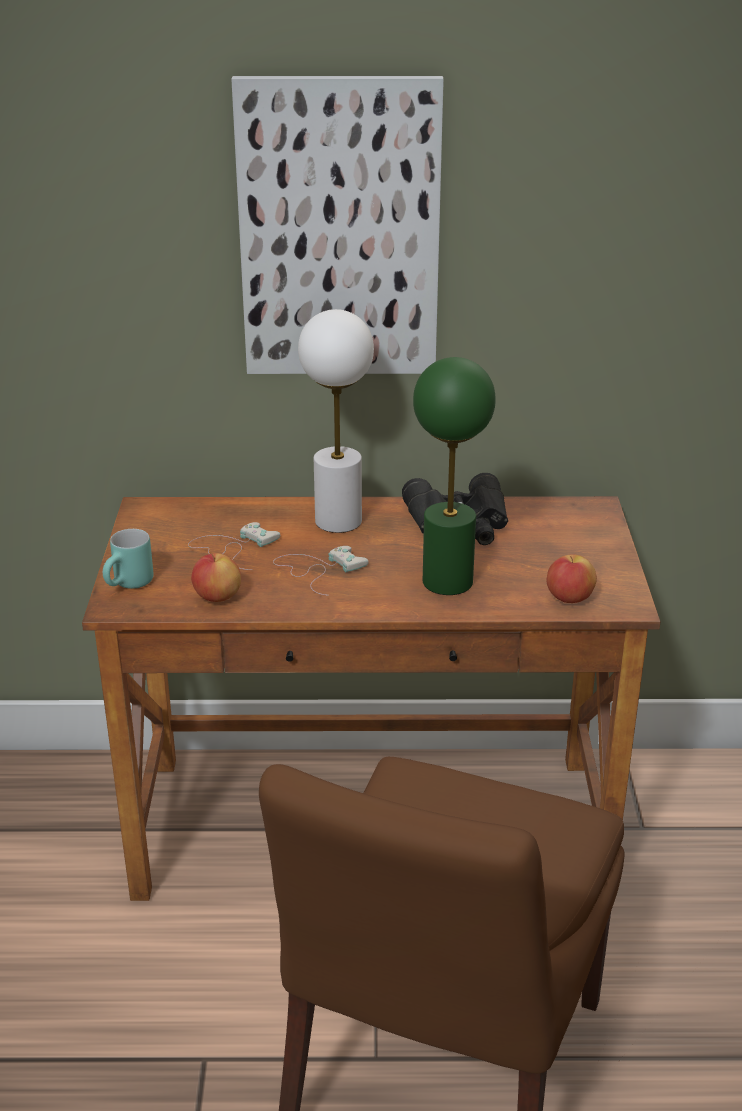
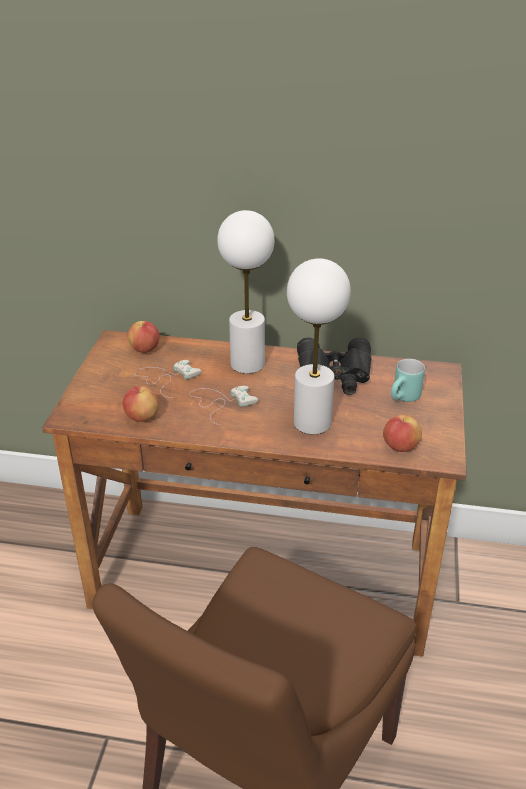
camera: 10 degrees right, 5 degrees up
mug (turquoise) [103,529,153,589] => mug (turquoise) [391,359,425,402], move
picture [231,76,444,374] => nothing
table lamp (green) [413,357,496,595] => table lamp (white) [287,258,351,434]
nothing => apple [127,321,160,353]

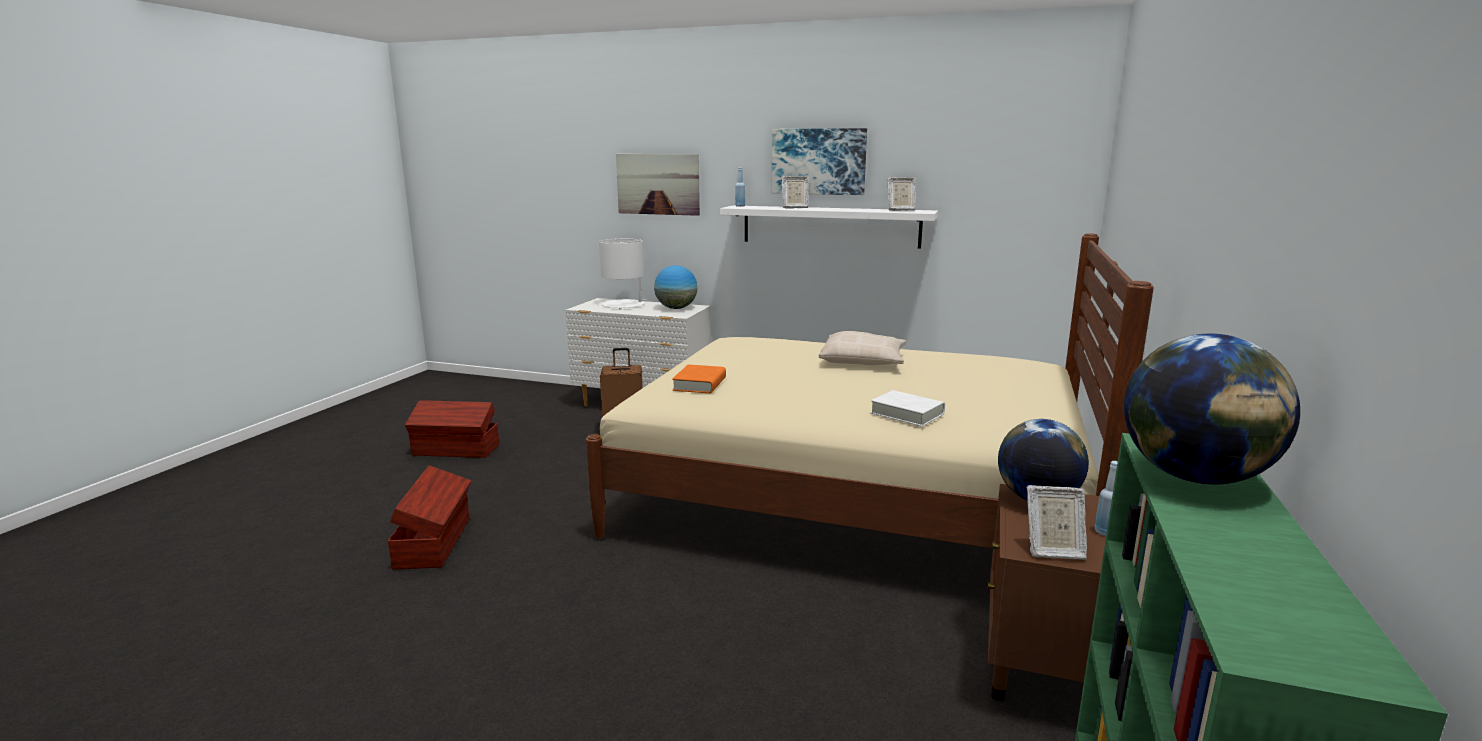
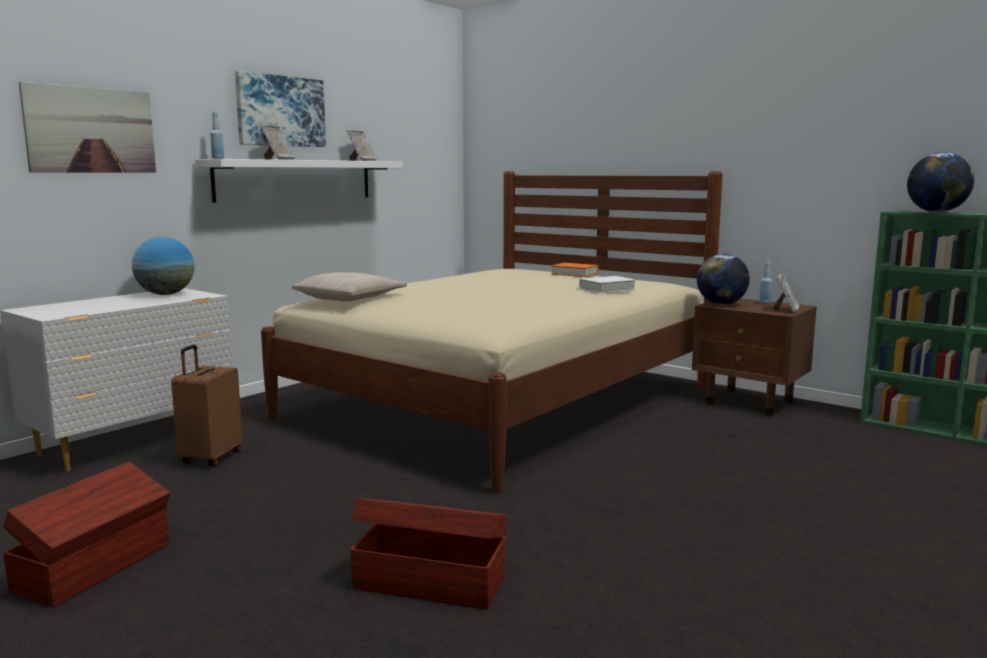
camera: 70 degrees left, 5 degrees down
table lamp (white) [599,239,648,310] => nothing
book (orange) [672,364,726,393] => book (orange) [551,263,599,277], move
pillow (beige) [819,331,906,365] => pillow (beige) [292,272,407,302], move

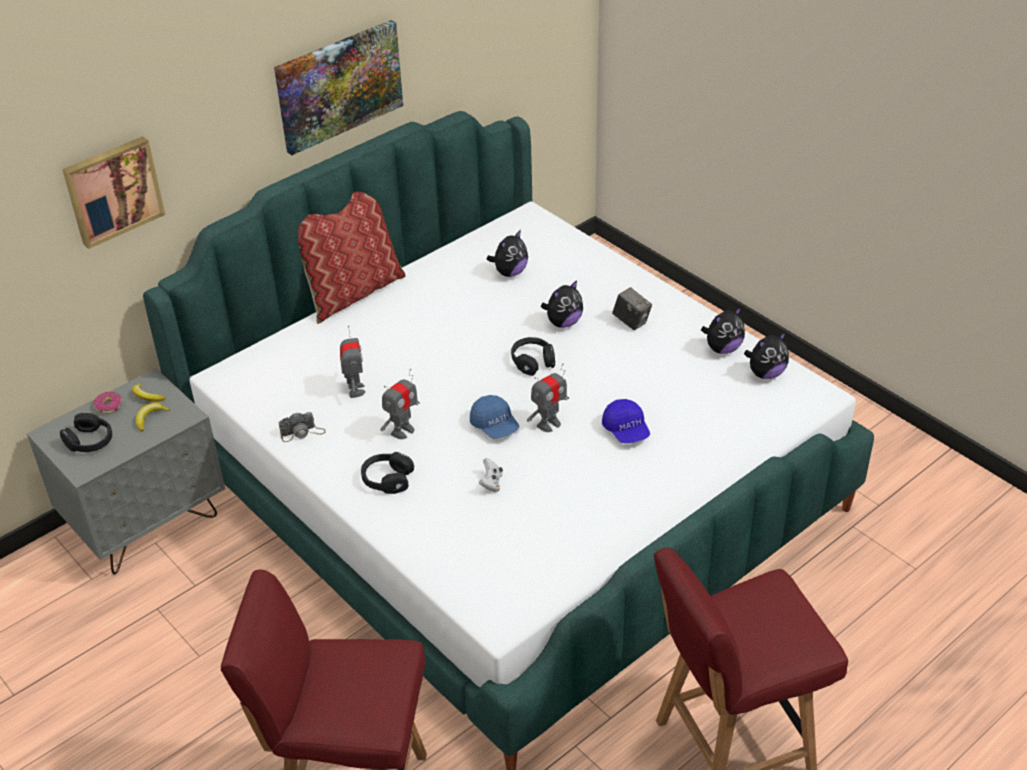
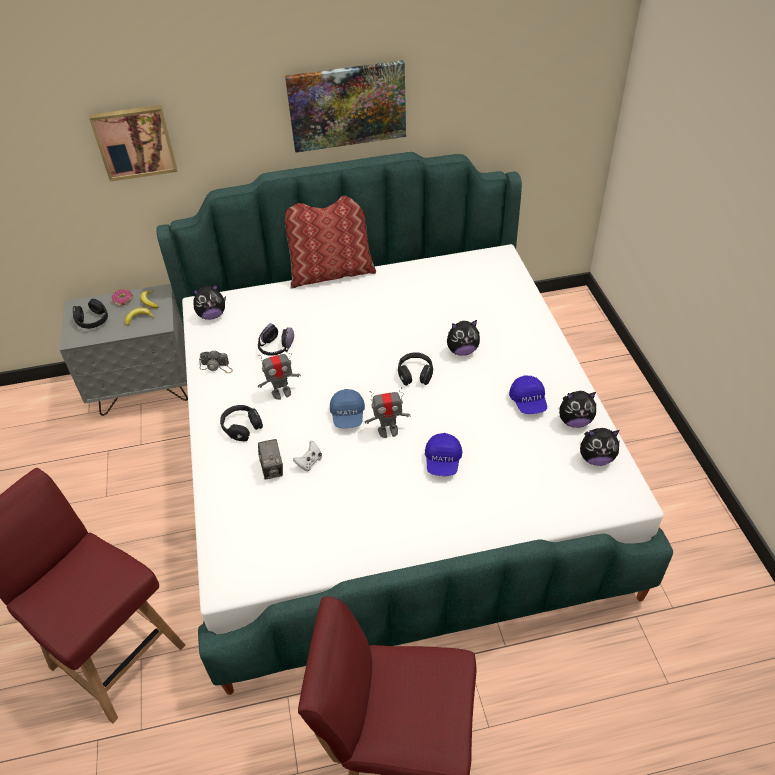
camera: 30 degrees right, 5 degrees up
toy robot [340,326,366,398] => headphones [258,323,294,356]
plush toy [487,230,528,277] => plush toy [193,284,226,320], move
photo camera [612,288,652,330] => photo camera [258,439,283,480], move
nothing => cap (blue) [509,375,547,414]

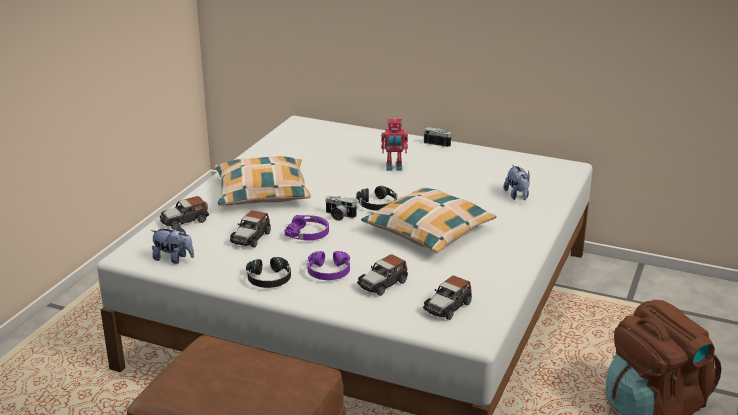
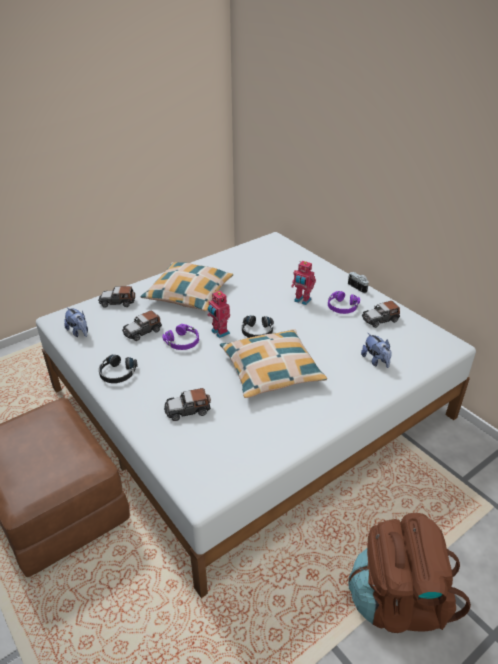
camera: 30 degrees right, 10 degrees up
headphones (purple) [307,251,350,280] => headphones (purple) [328,291,360,314], move
photo camera [325,196,356,221] => toy robot [208,290,230,338]
toy car [423,276,472,320] => toy car [362,301,400,328], move
plush toy [504,165,530,200] => plush toy [361,333,392,368], 45 degrees counterclockwise

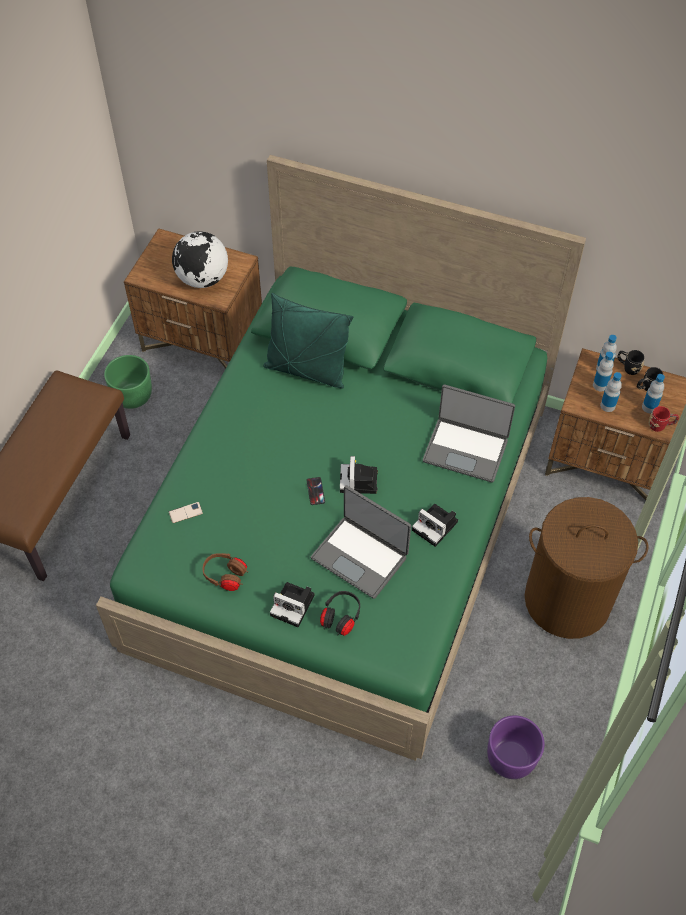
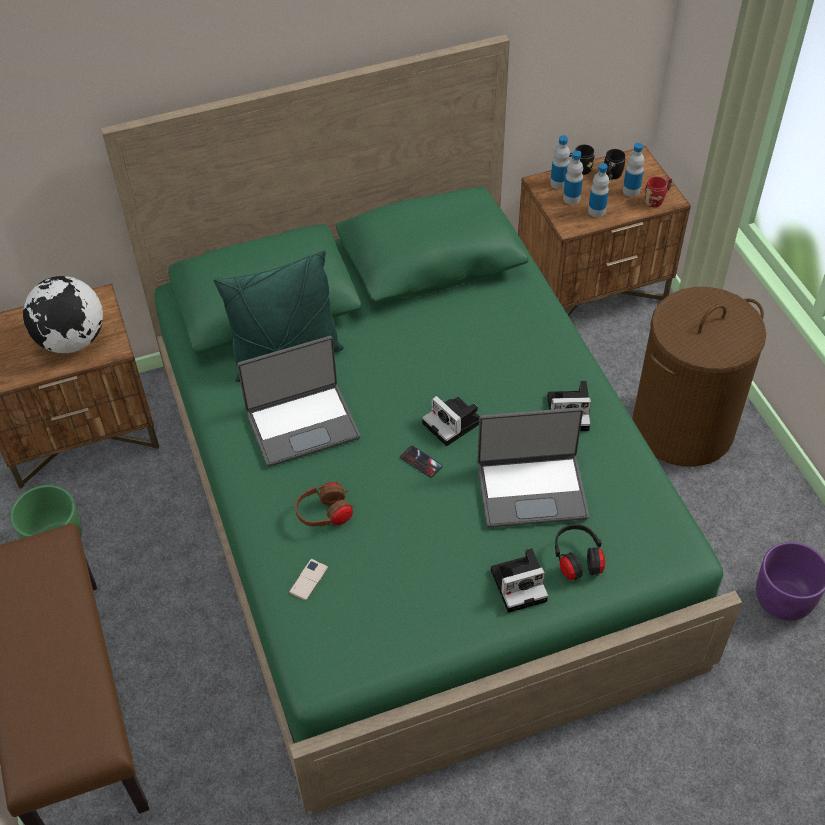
camera: 40 degrees left, 5 degrees down
headphones (brown) [202,553,248,591] => headphones (brown) [295,483,355,527], move
laptop [423,384,515,482] => laptop [237,336,360,467], move

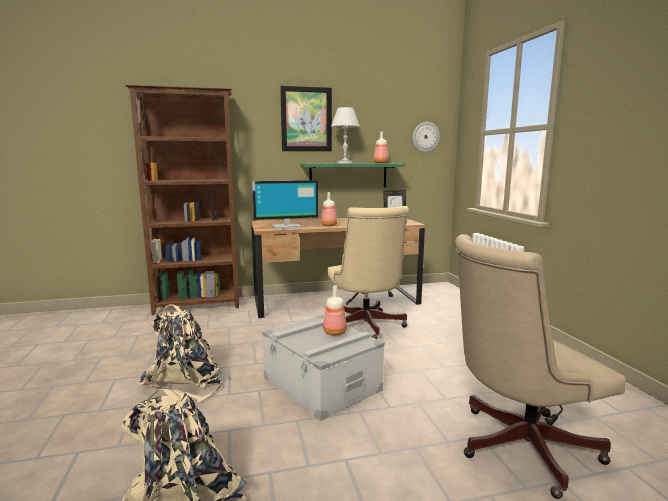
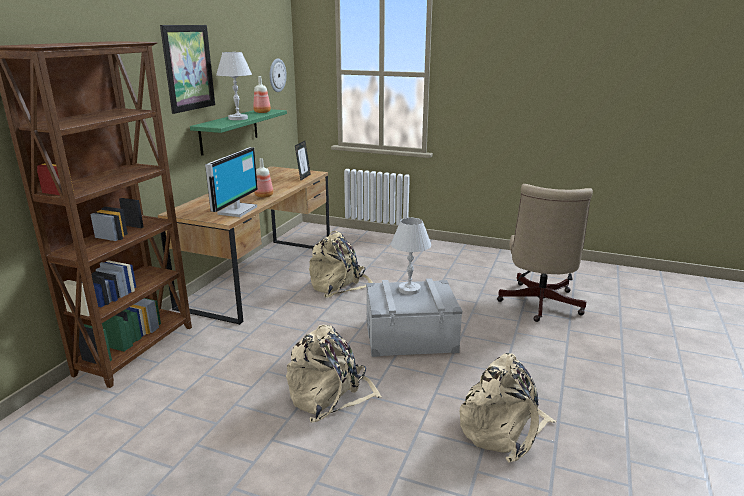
camera: 55 degrees left, 10 degrees up
bottle [323,286,347,335] => table lamp (white) [391,218,431,295]
office chair (beige) [328,206,409,339] => backpack (beige) [309,231,373,298]

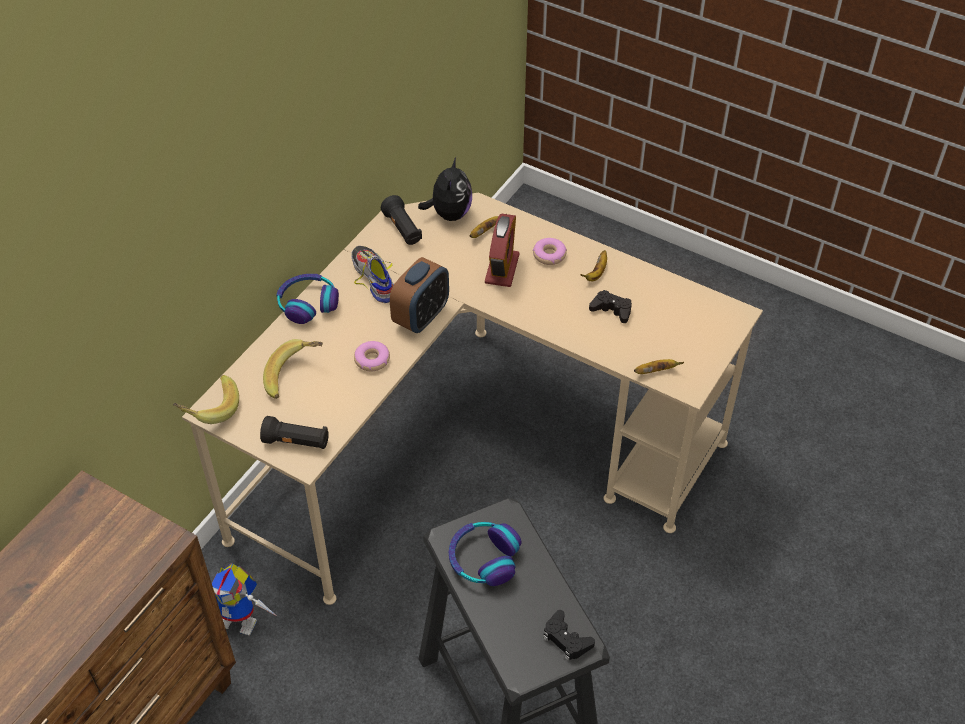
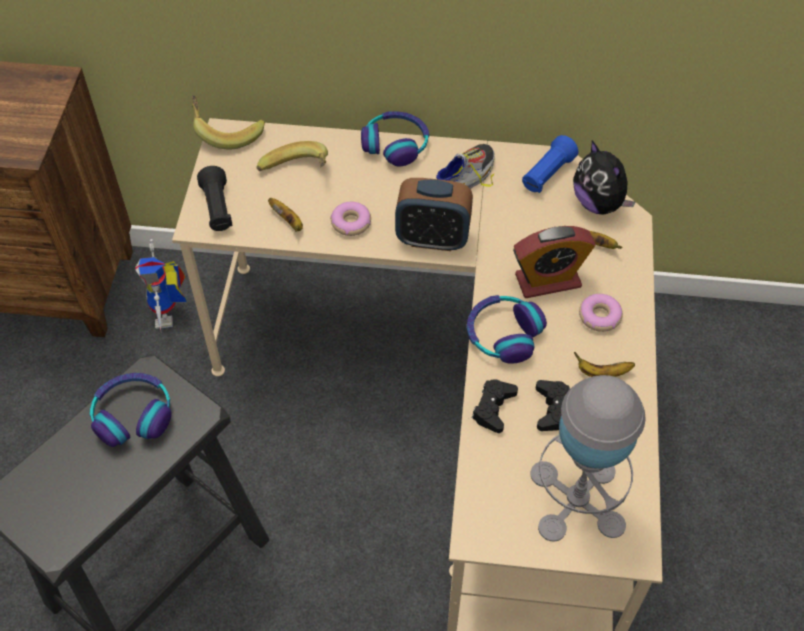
camera: 65 degrees right, 5 degrees up
flashlight (black) [381,195,422,245] => flashlight (blue) [522,135,578,193]
plush toy [418,157,472,221] => plush toy [573,140,635,215], 75 degrees clockwise
game controller (black) [543,610,595,661] => game controller (black) [472,379,518,433], move
banana [634,359,684,374] => banana [268,198,303,231], move
nothing => headphones [467,295,547,364]
nothing => table lamp (grey) [530,375,646,542]

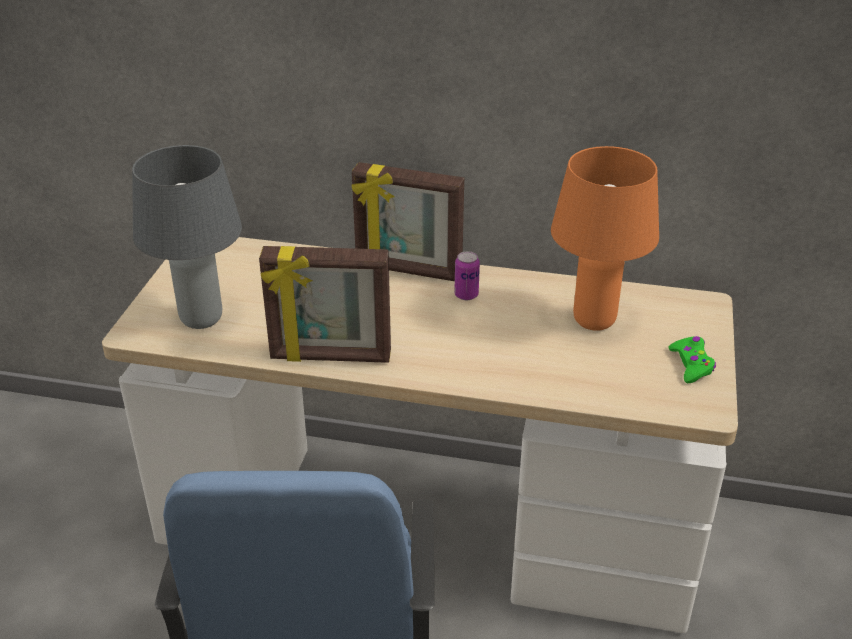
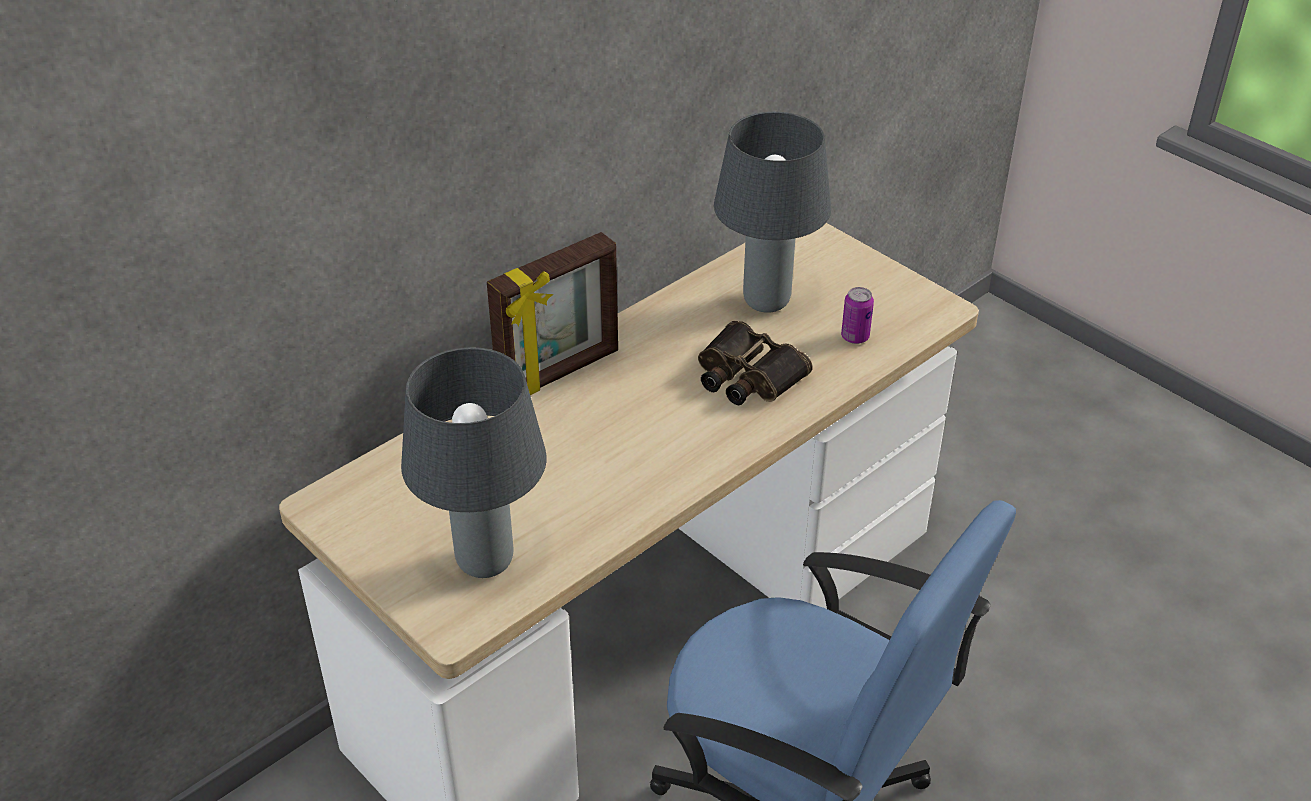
camera: 55 degrees left, 5 degrees up
picture frame [259,246,391,363] => nothing
can [454,251,480,300] => can [841,287,874,344], move
table lamp (orange) [551,146,659,331] => table lamp (grey) [714,112,831,313]
game controller (green) [669,336,716,383] => nothing
nothing => binoculars [698,321,813,405]

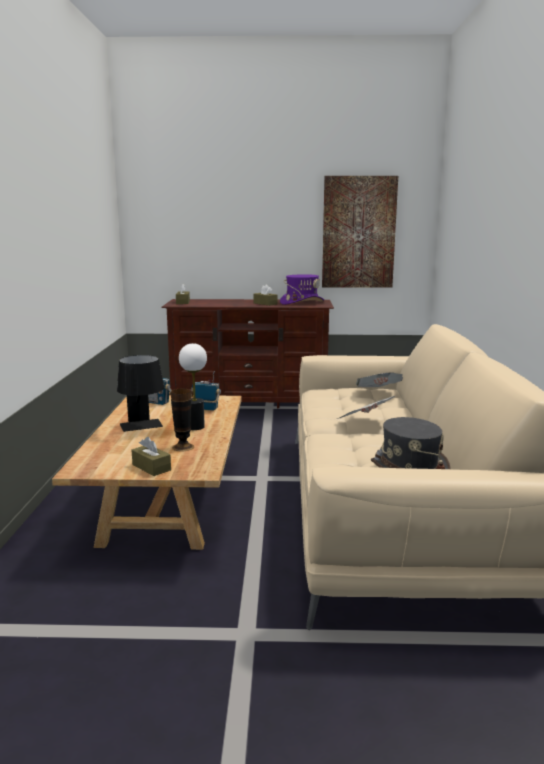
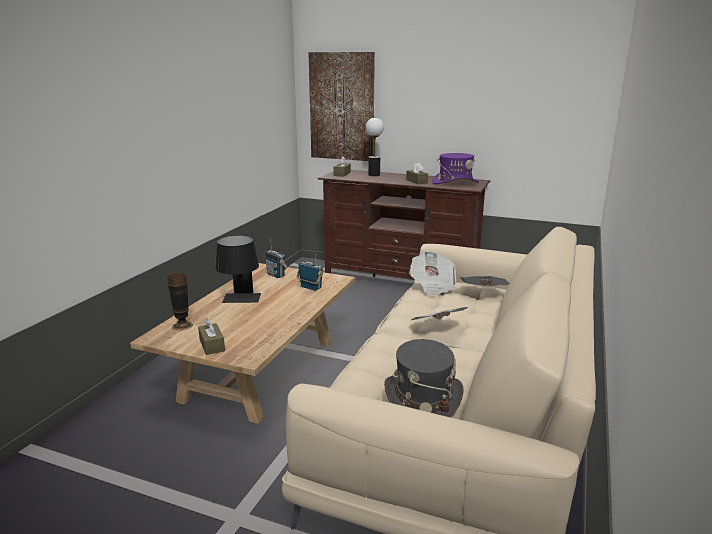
camera: 20 degrees right, 5 degrees up
vase [171,389,194,451] => vase [167,273,193,330], move
table lamp [179,343,207,430] => table lamp [366,118,384,176], move
picture [322,176,398,288] => picture [308,52,375,161], move
nothing => newspaper [409,251,456,296]

